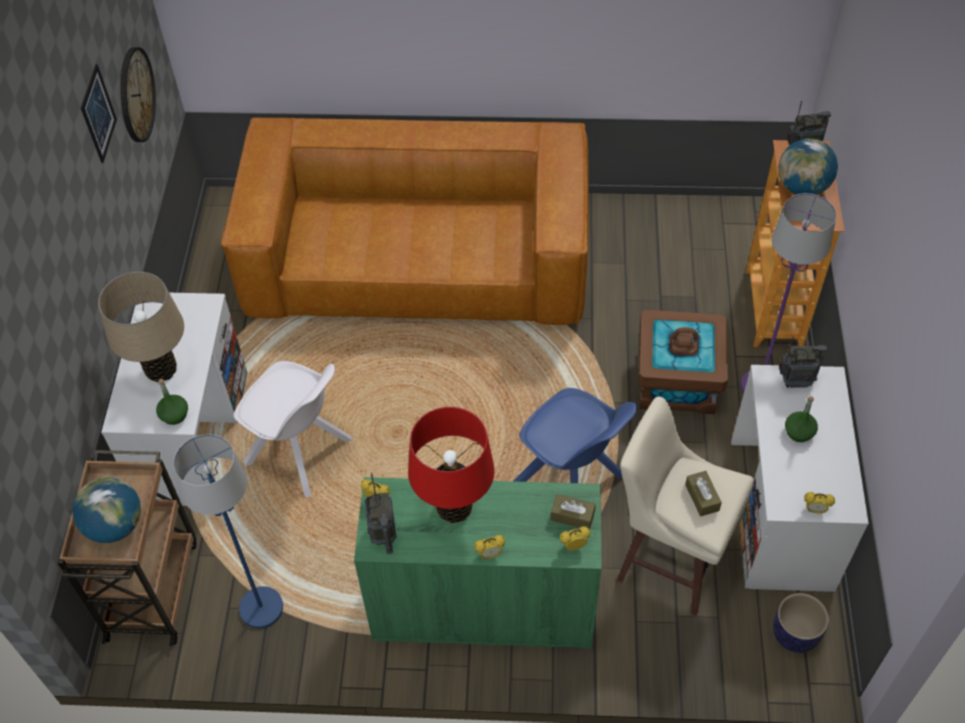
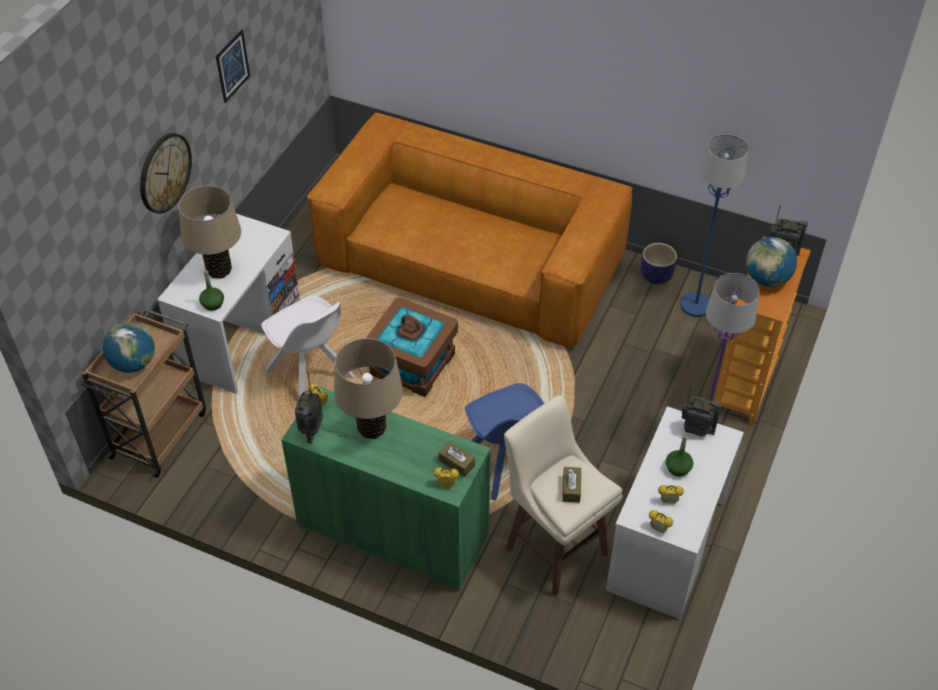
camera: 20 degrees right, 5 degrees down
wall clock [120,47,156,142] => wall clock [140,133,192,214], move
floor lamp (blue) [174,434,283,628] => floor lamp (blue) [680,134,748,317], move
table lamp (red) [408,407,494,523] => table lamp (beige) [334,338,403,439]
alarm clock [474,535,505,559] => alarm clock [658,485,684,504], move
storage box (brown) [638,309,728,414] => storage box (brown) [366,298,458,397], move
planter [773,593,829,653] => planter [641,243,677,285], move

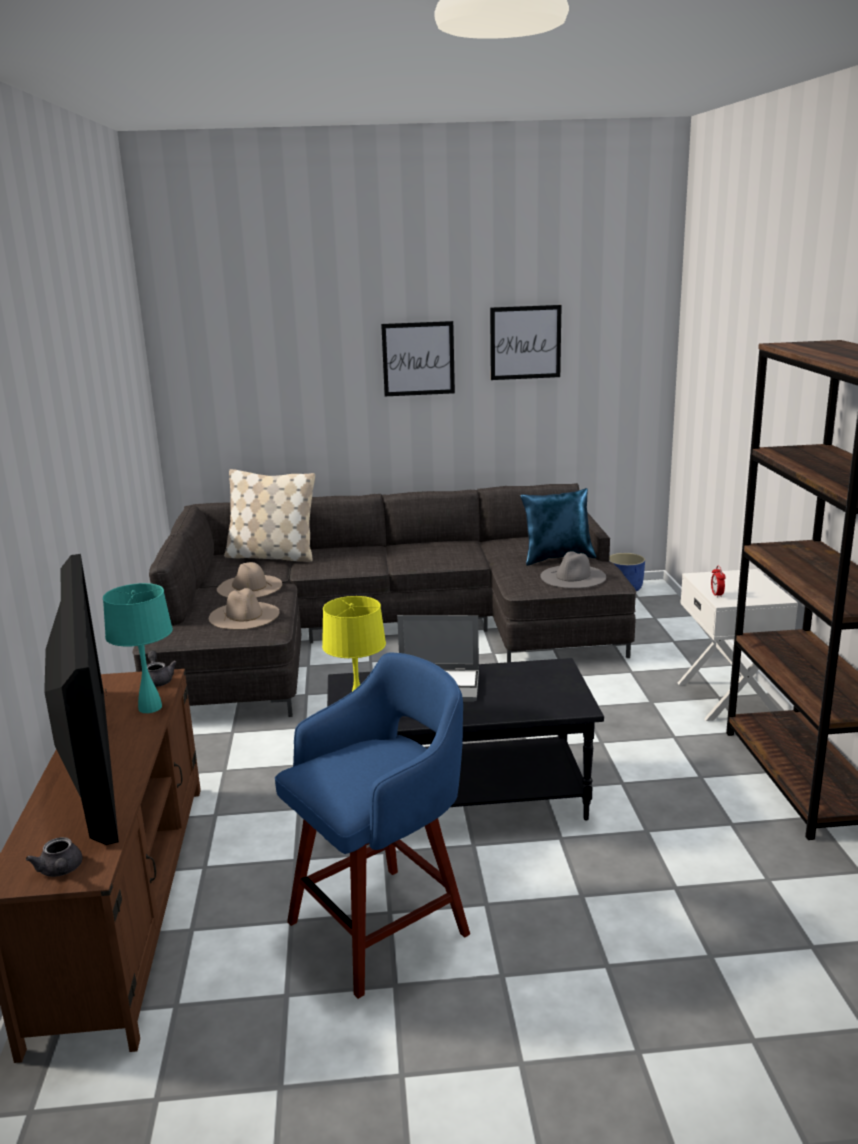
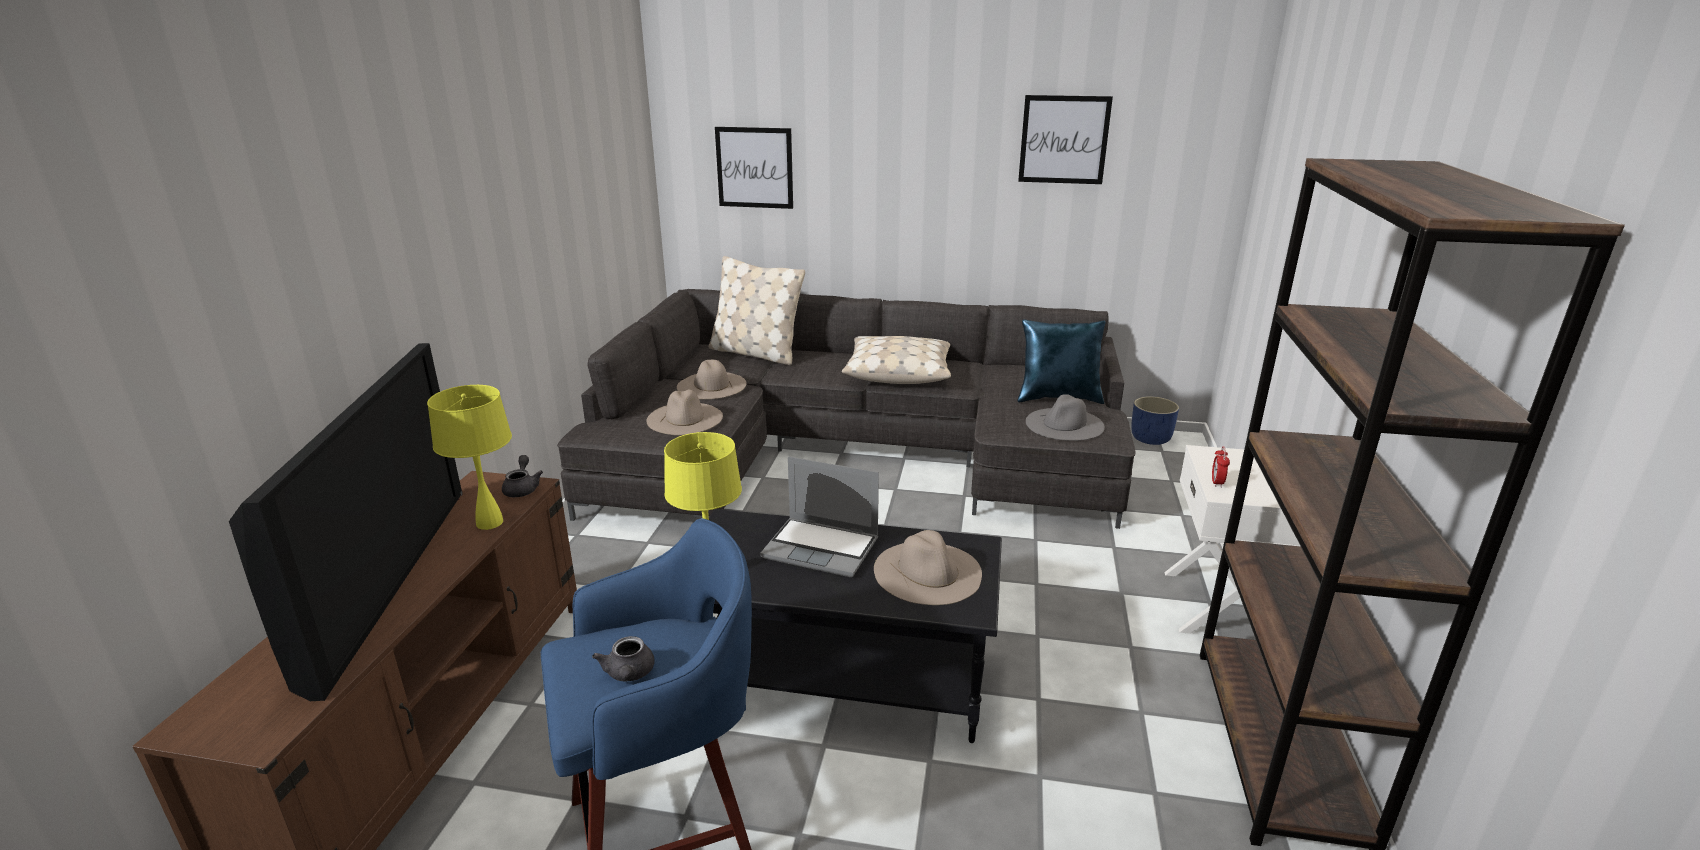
camera: 15 degrees right, 5 degrees up
teapot (grey) [26,837,83,877] => teapot (grey) [592,636,655,682], move
table lamp (turquoise) [103,583,173,713] => table lamp (yellow) [427,385,512,530]
picture [381,321,455,396] => picture [715,127,793,209], move
nothing => pillow (beige) [842,336,951,384]
nothing => hat (beige) [874,530,982,605]

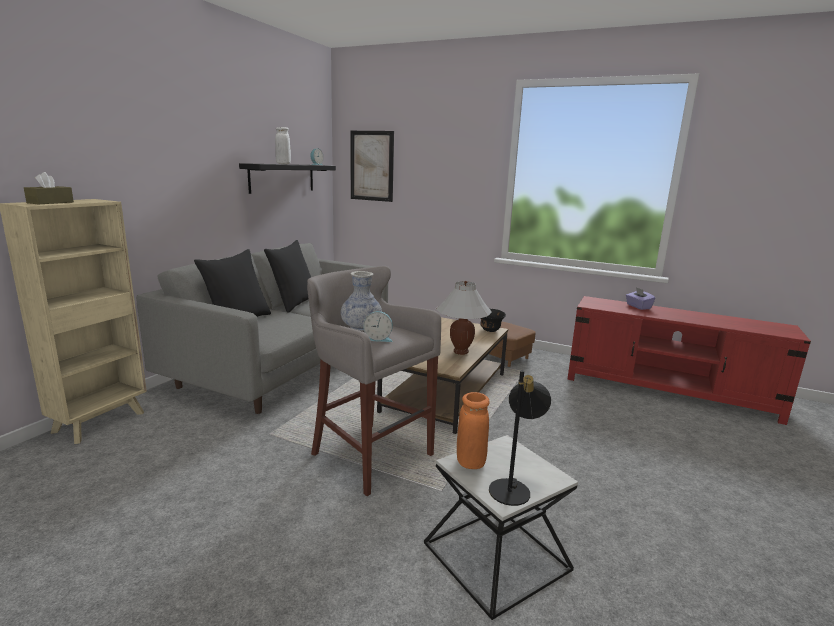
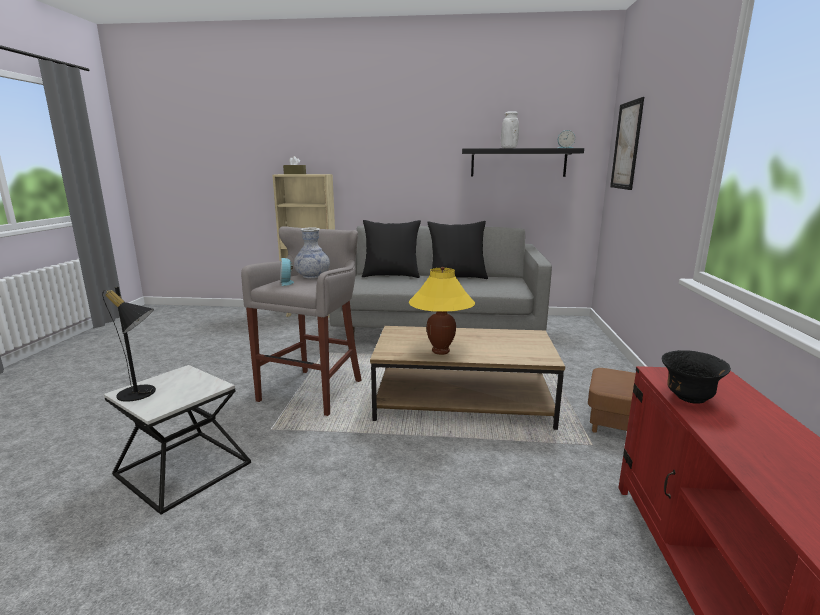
camera: 70 degrees right, 0 degrees up
table lamp (white) [436,281,492,355] => table lamp (yellow) [409,267,475,355]
vase (orange) [457,392,490,469] => nothing
bowl (black) [481,309,506,332] => bowl (black) [662,350,731,404], move
tissue box (purple) [626,287,656,310] => nothing

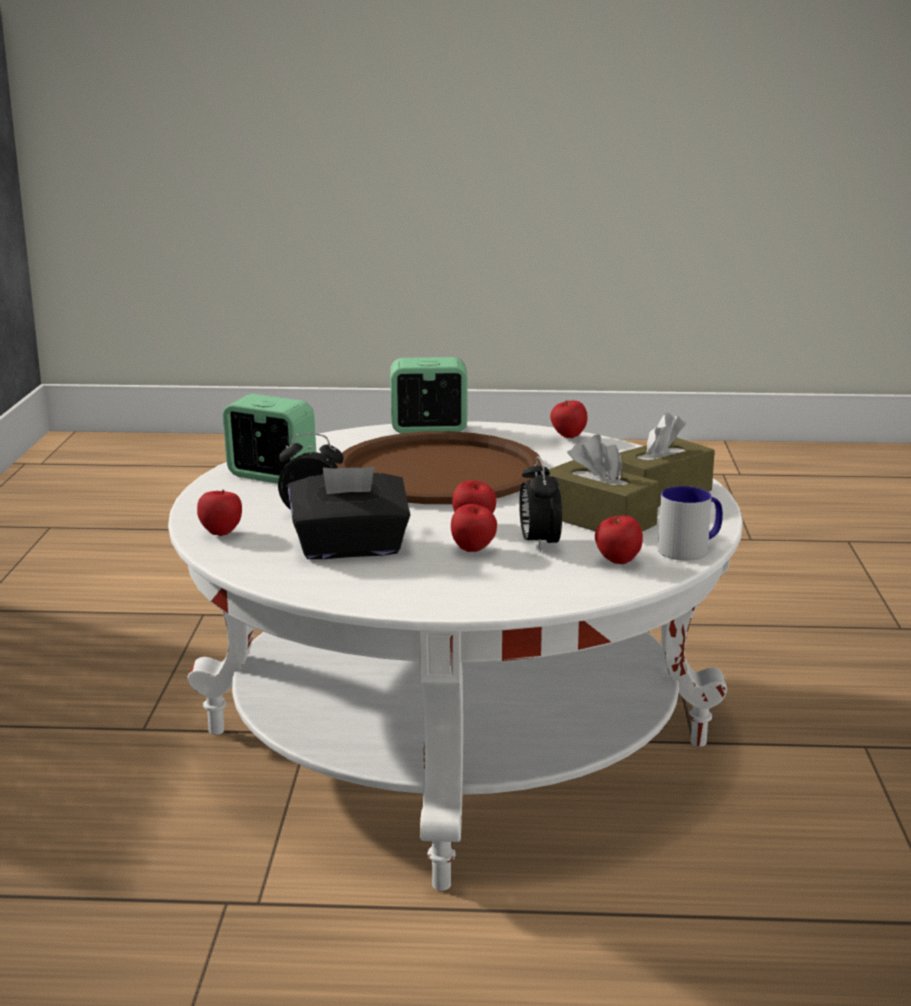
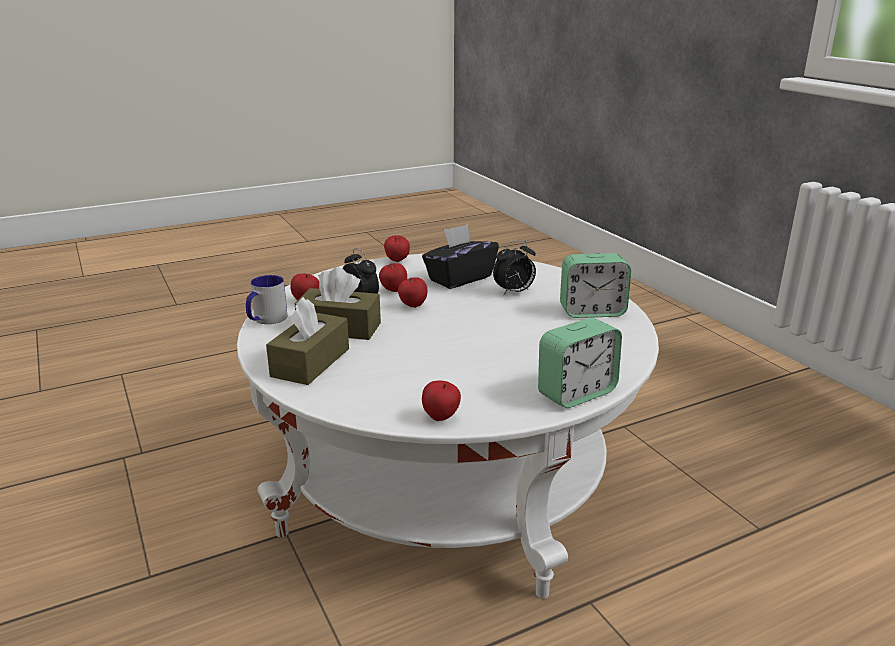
camera: 150 degrees right, 5 degrees up
apple [197,489,242,536] => apple [384,235,410,262], move
tray (brown) [335,431,543,504] => nothing

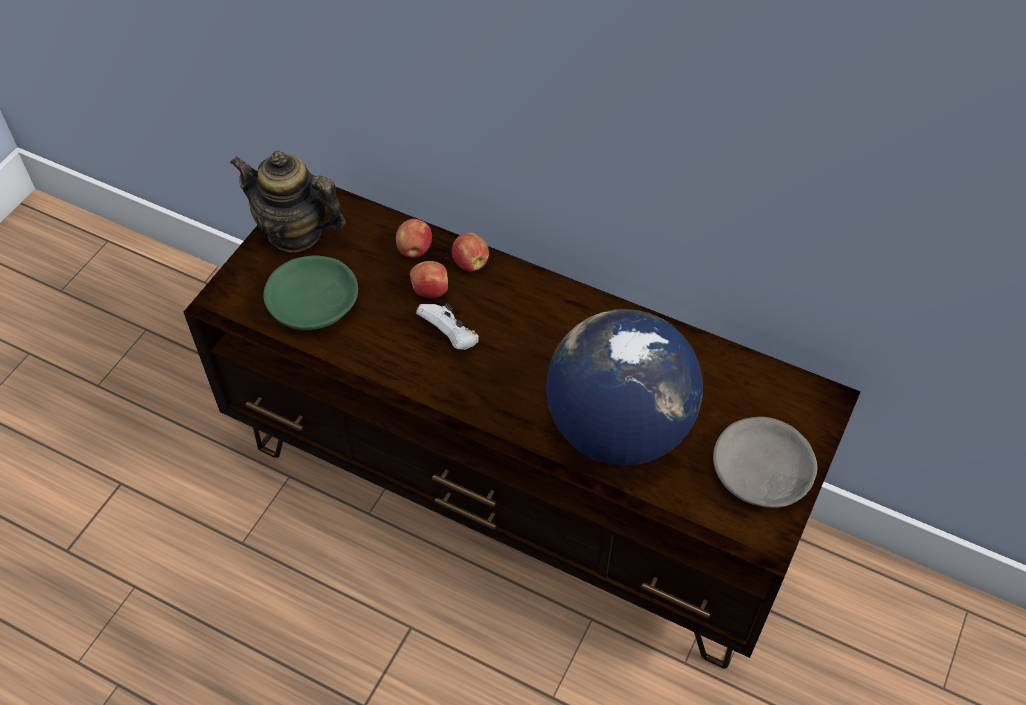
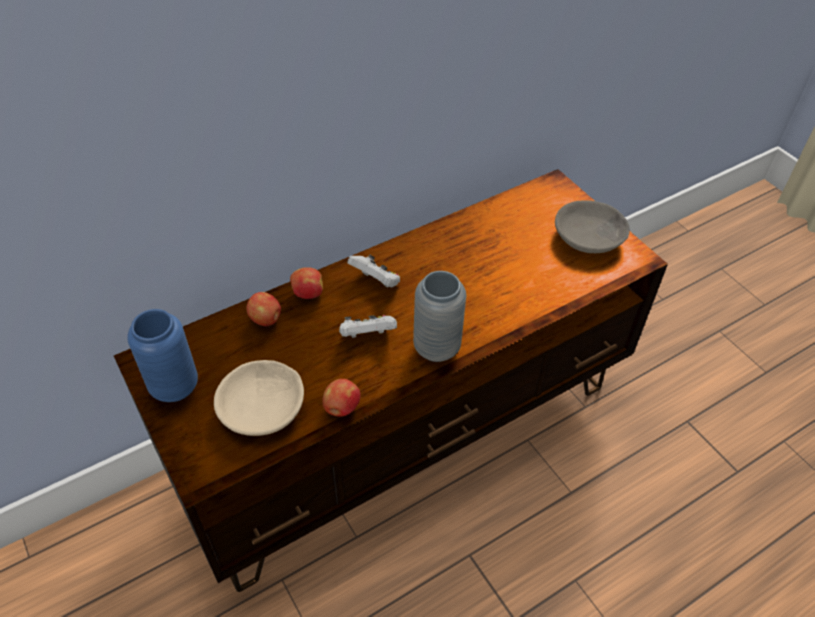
camera: 60 degrees left, 5 degrees down
teapot [230,151,346,252] => vase (blue) [127,309,198,402]
bowl (green) [263,255,358,330] => bowl (beige) [214,360,304,436]
apple [410,261,448,298] => apple [323,379,361,417], move
globe [546,309,703,466] => nothing
nothing => game controller (white) [347,255,400,288]
nothing => vase (grey) [413,271,466,362]

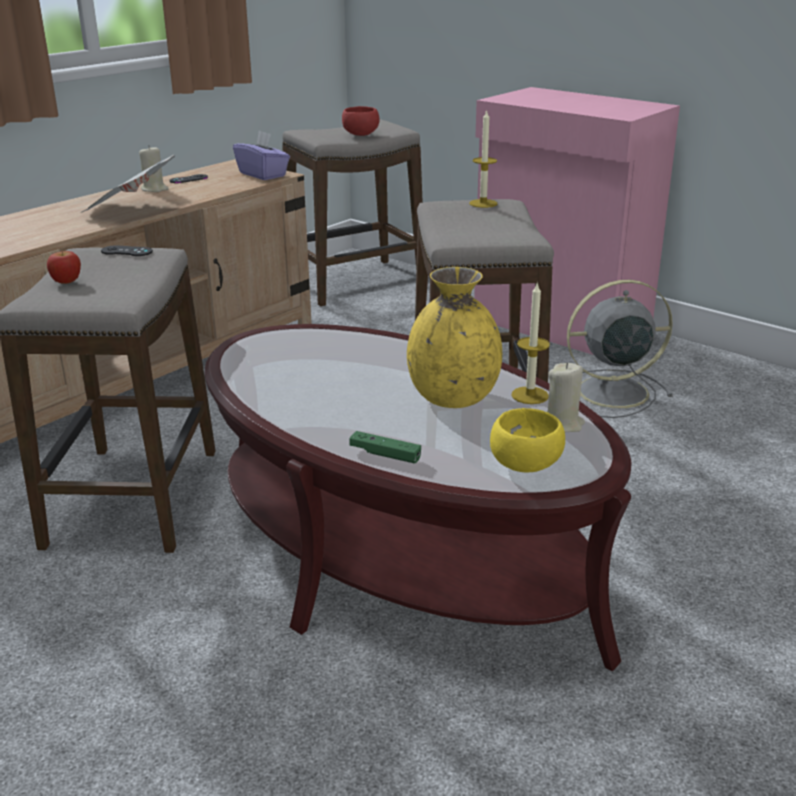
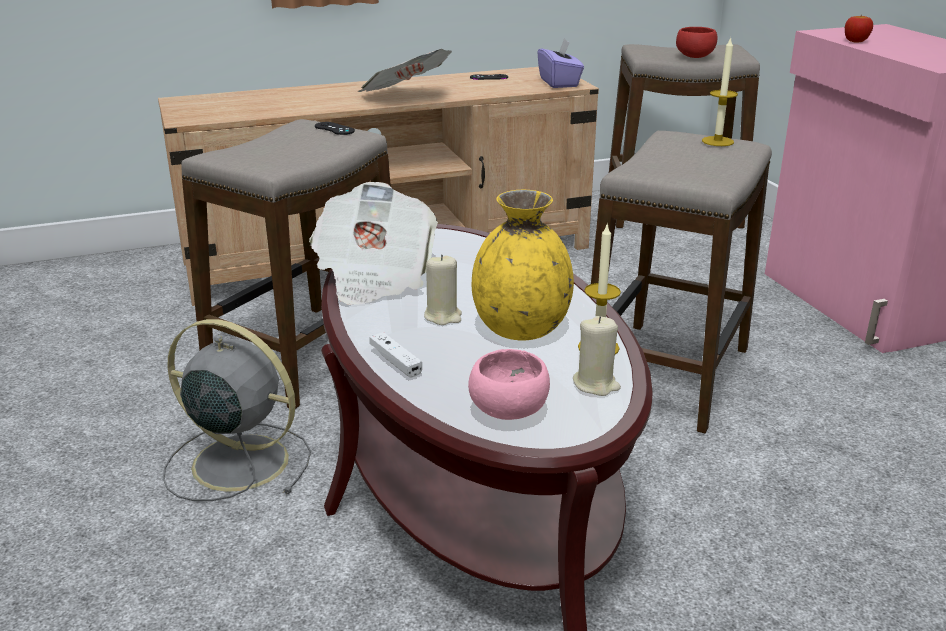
camera: 30 degrees right, 0 degrees up
apple [47,251,81,284] => apple [845,15,873,43], move
candle (beige) [139,146,169,192] => candle (beige) [424,254,462,325], move
game controller (green) [349,431,421,463] => game controller (white) [370,332,422,377]
bowl (yellow) [490,408,565,472] => bowl (pink) [468,349,550,420]
fan (grey) [567,280,673,418] => fan (grey) [163,319,311,501], move
nothing => newspaper [309,182,438,305]

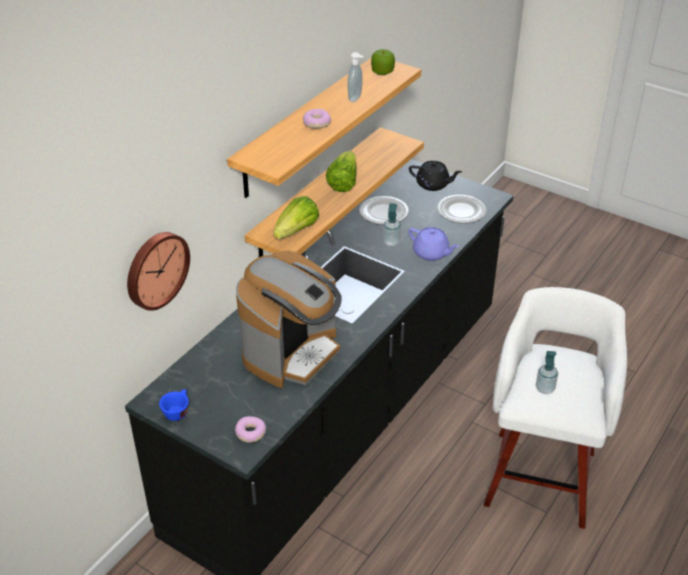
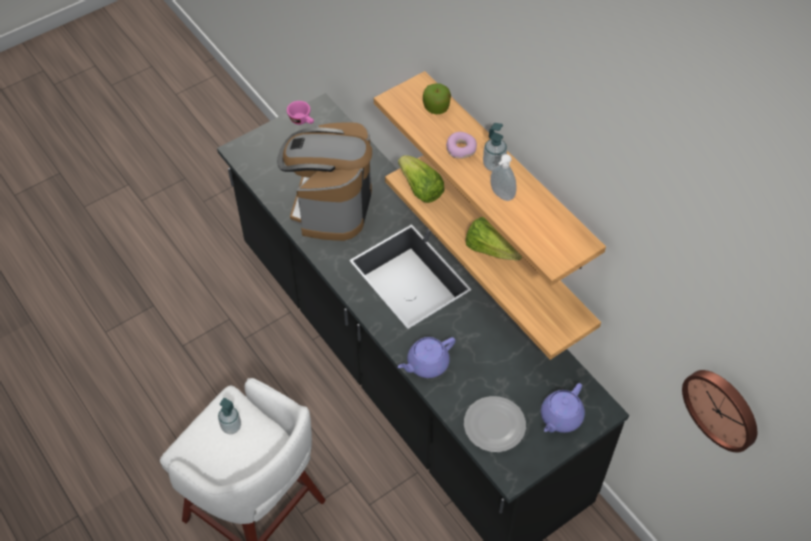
camera: 110 degrees right, 15 degrees up
wall clock [127,232,190,311] => wall clock [682,370,757,452], move
cup (blue) [159,389,189,421] => cup (pink) [287,101,314,125]
donut [235,416,266,443] => nothing
coffee machine [236,251,342,388] => coffee machine [277,123,372,241], 45 degrees clockwise
plate [359,196,409,225] => nothing
apple [371,49,395,75] => apple [423,83,451,114], move
soap dispenser [383,203,401,246] => soap dispenser [483,123,507,171], move
teapot (black) [409,161,462,191] => teapot (purple) [541,383,585,433]

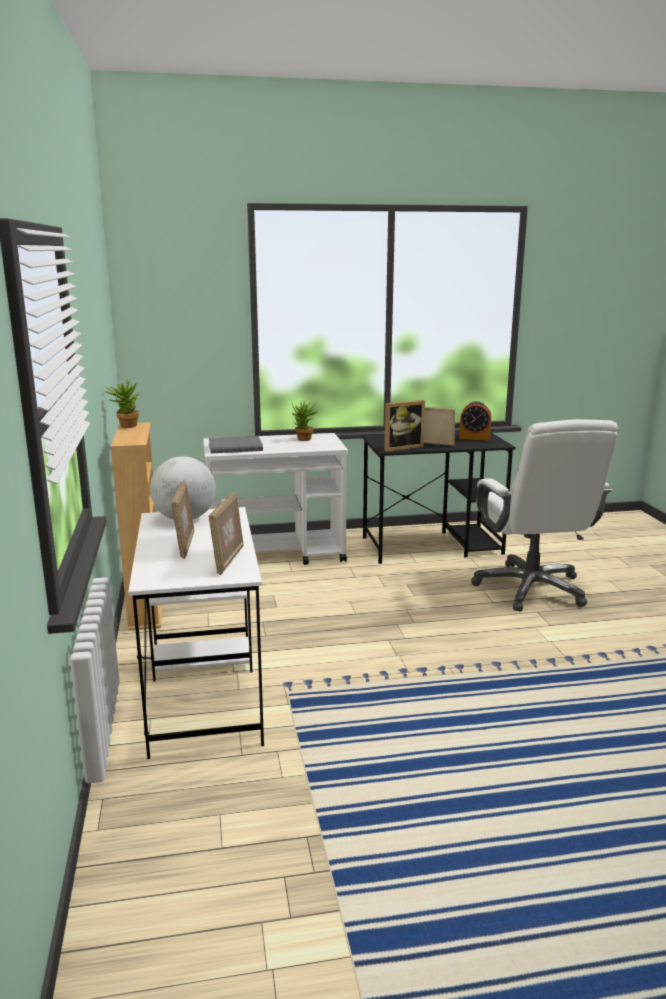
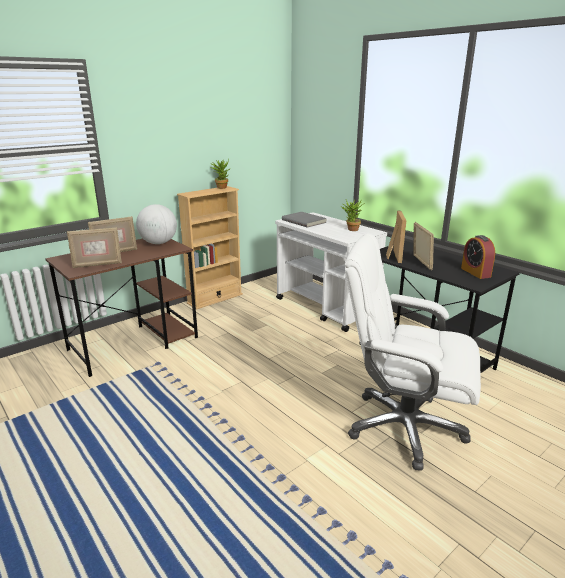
camera: 60 degrees right, 5 degrees up
desk (white) [128,507,264,759] => desk (brown) [45,239,198,377]
picture frame [384,400,425,451] => picture frame [386,211,407,263], 120 degrees counterclockwise
office chair (white) [471,419,618,612] => office chair (white) [345,233,481,470], 60 degrees clockwise

